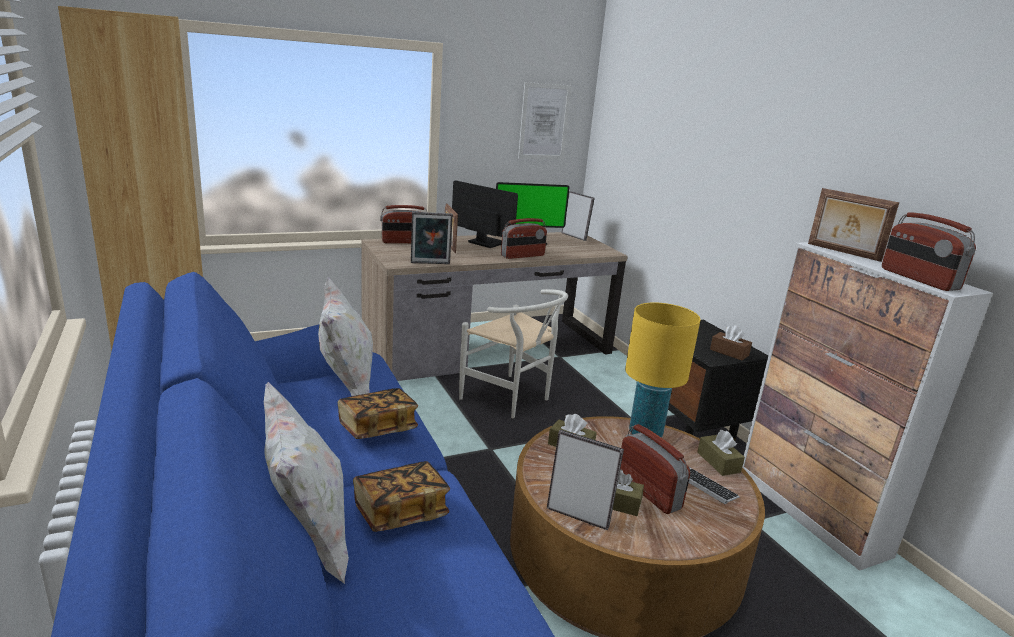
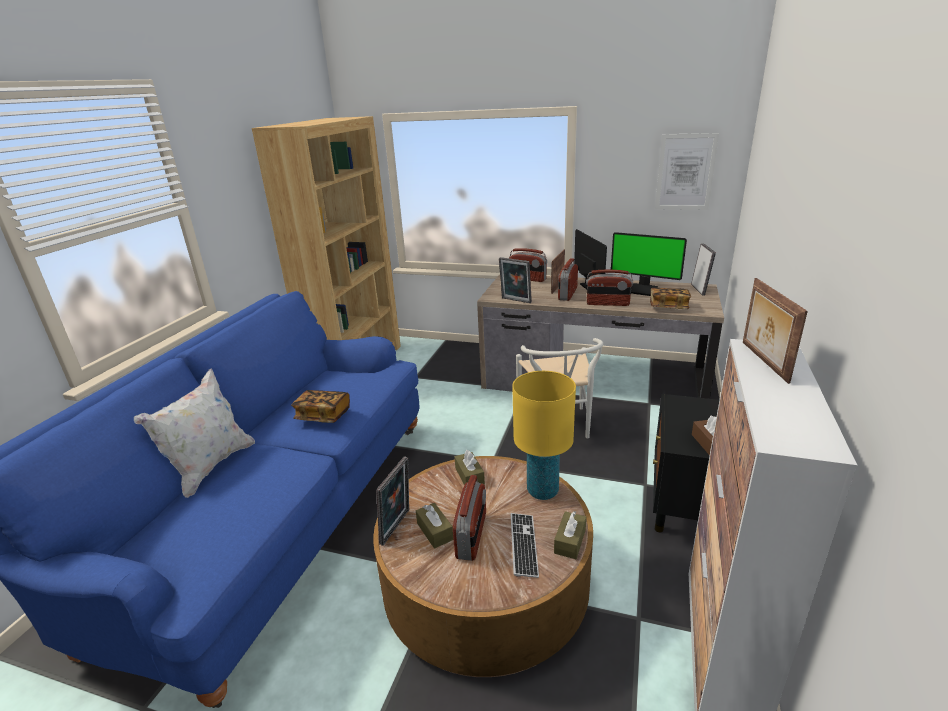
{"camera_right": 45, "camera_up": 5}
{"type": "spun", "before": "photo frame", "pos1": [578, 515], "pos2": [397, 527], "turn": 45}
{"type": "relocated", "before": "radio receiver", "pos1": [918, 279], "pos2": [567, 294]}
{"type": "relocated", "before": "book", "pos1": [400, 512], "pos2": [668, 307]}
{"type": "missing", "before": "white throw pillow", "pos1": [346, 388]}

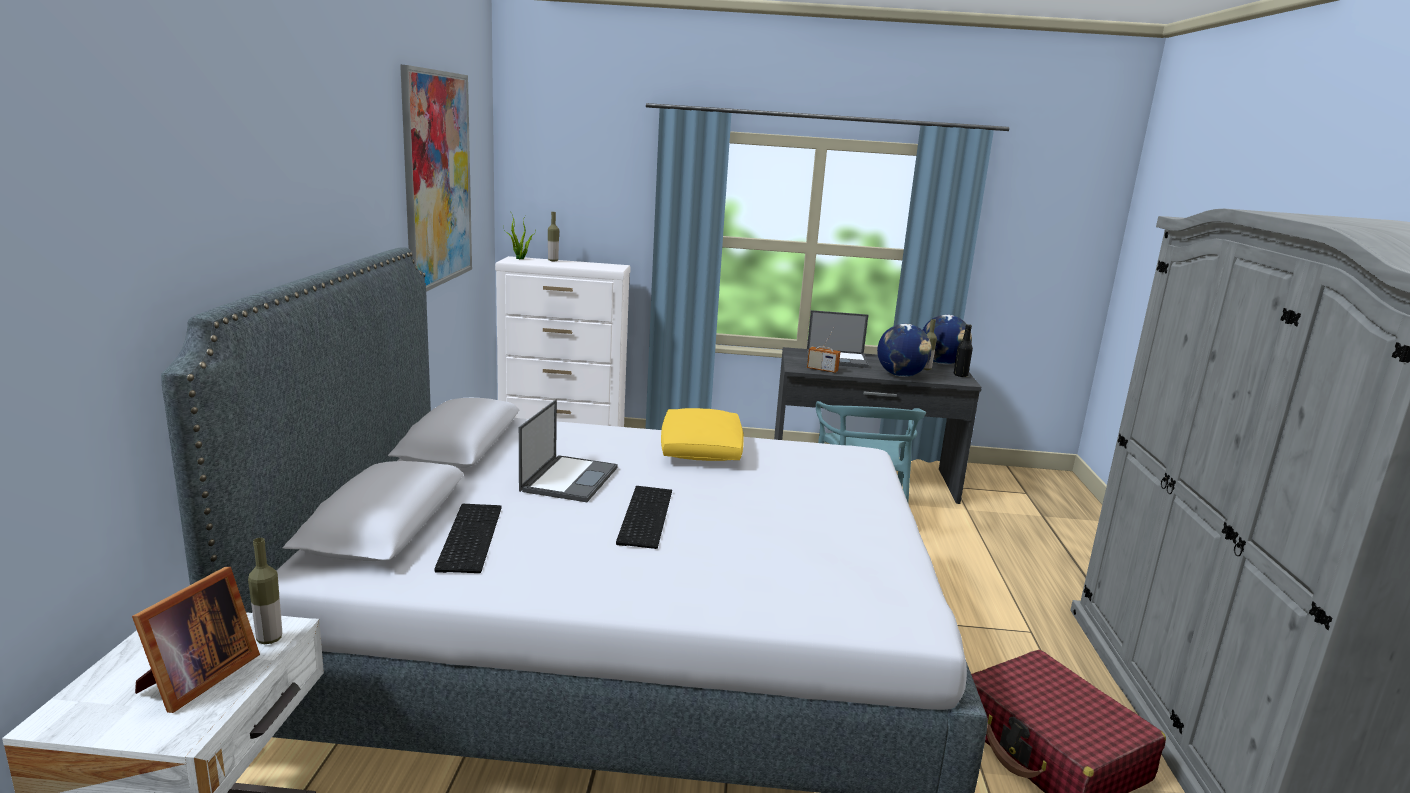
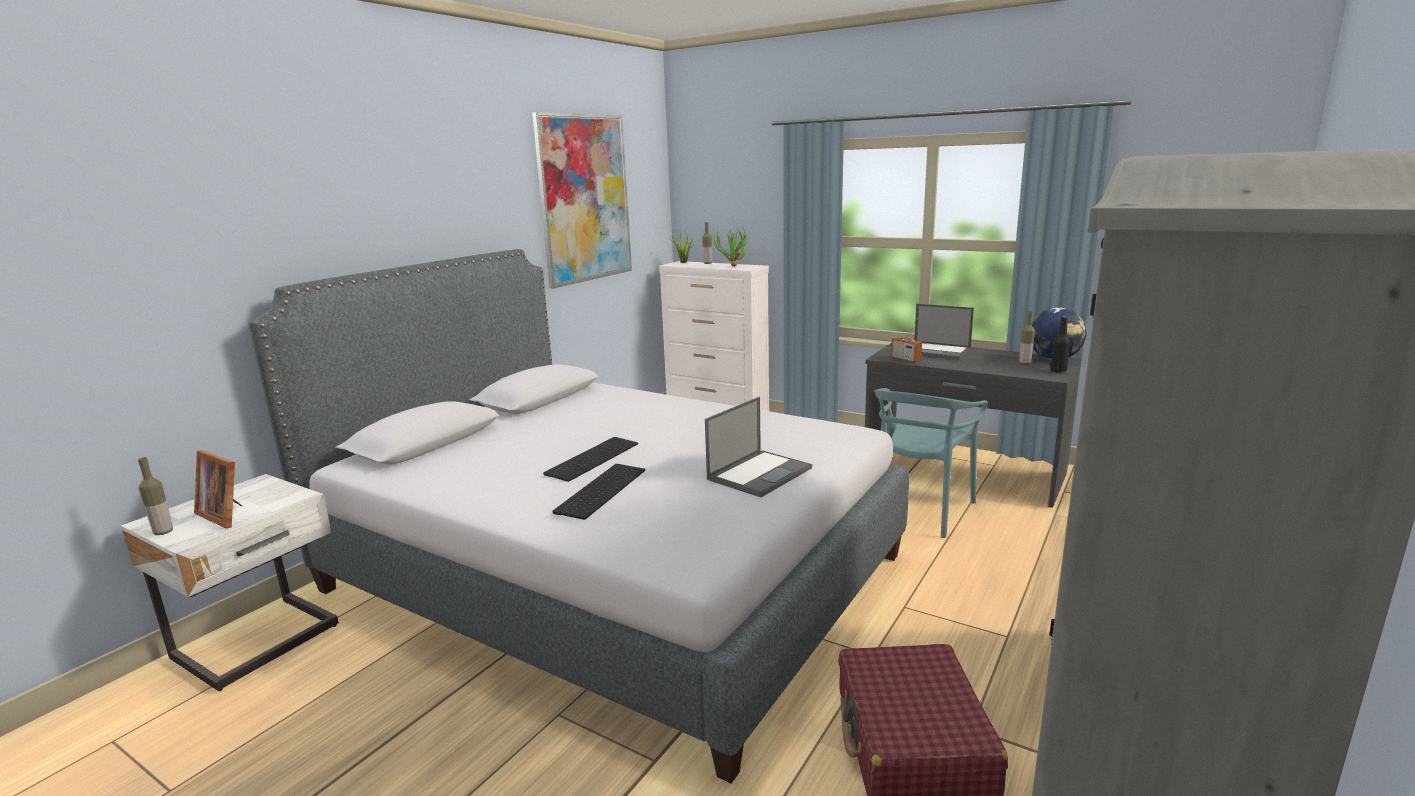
{"camera_right": 30, "camera_up": 0}
{"type": "relocated", "before": "bottle", "pos1": [269, 639], "pos2": [163, 532]}
{"type": "spun", "before": "photo frame", "pos1": [195, 680], "pos2": [226, 514], "turn": 75}
{"type": "relocated", "before": "keyboard", "pos1": [468, 536], "pos2": [600, 490]}
{"type": "relocated", "before": "notebook computer", "pos1": [569, 478], "pos2": [760, 473]}
{"type": "appeared", "after": "potted plant", "pos2": [733, 267]}
{"type": "missing", "before": "yellow throw pillow", "pos1": [701, 449]}
{"type": "missing", "before": "world globe", "pos1": [901, 375]}

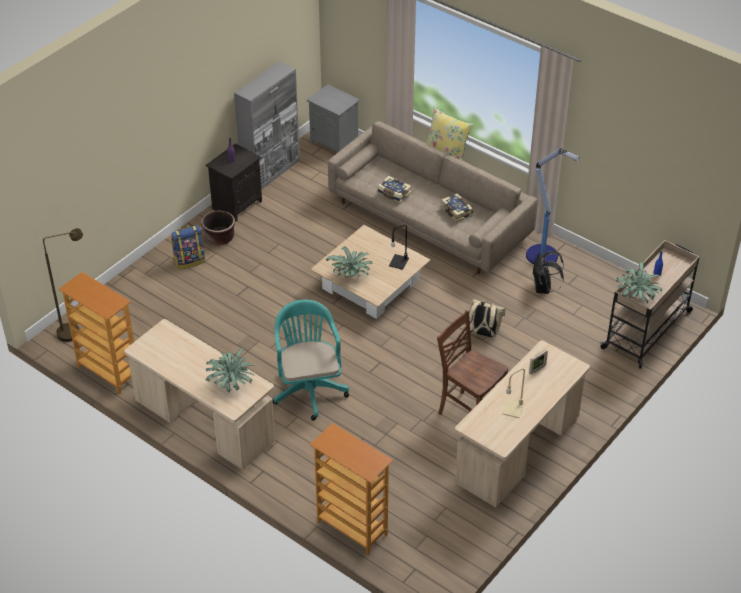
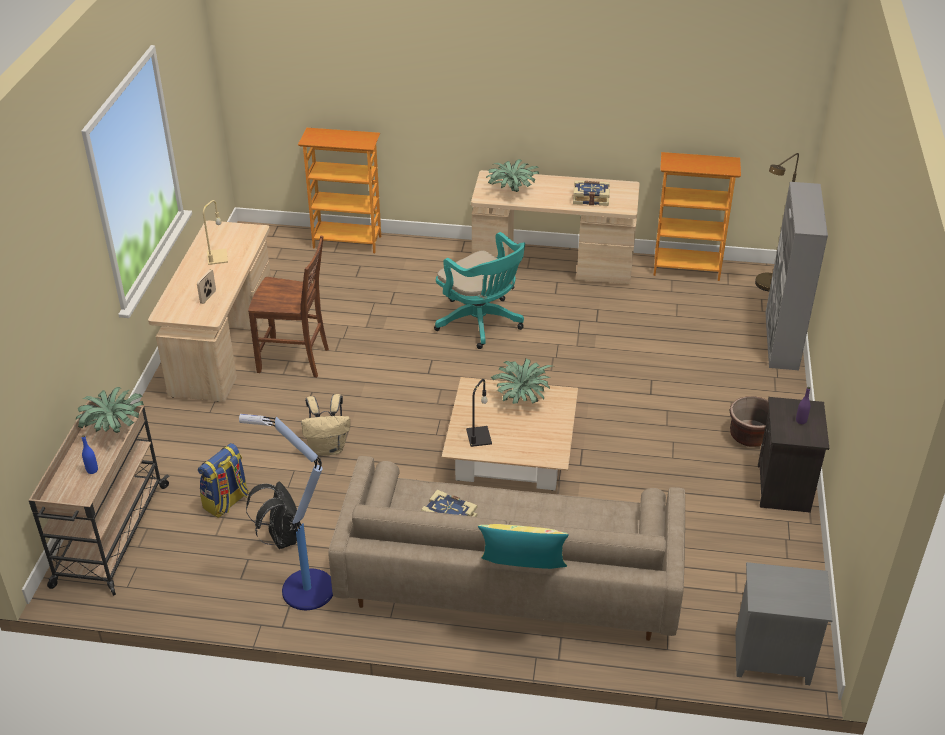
{"camera_right": 150, "camera_up": -5}
{"type": "relocated", "before": "knapsack", "pos1": [189, 260], "pos2": [226, 502]}
{"type": "relocated", "before": "book", "pos1": [393, 194], "pos2": [591, 198]}
{"type": "relocated", "before": "grey storage cabinet", "pos1": [271, 172], "pos2": [781, 341]}

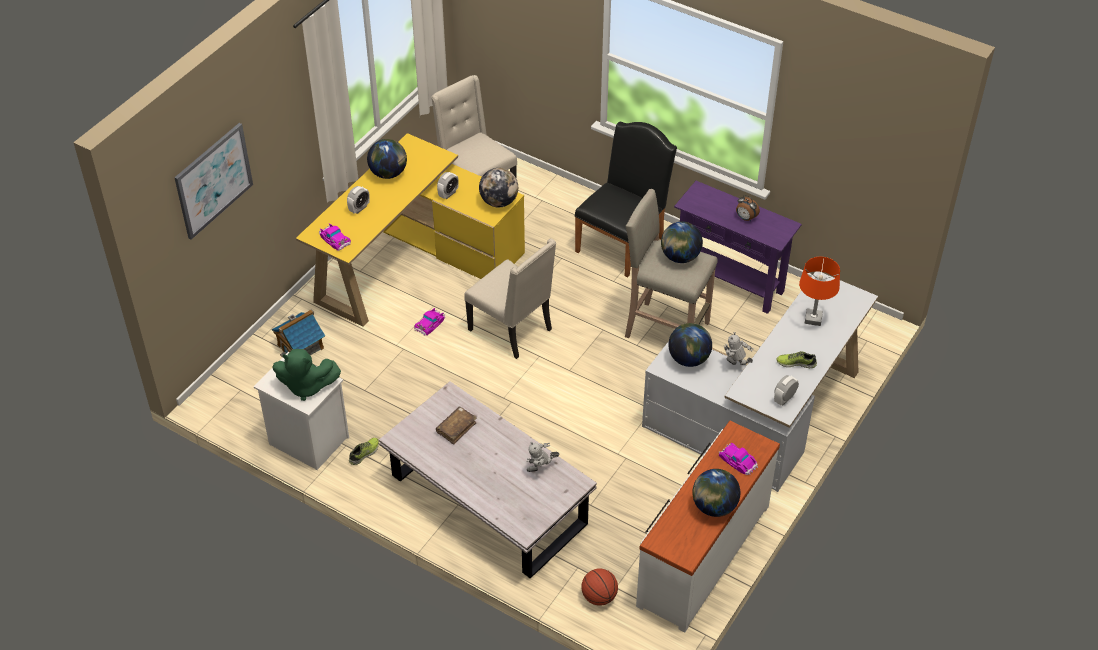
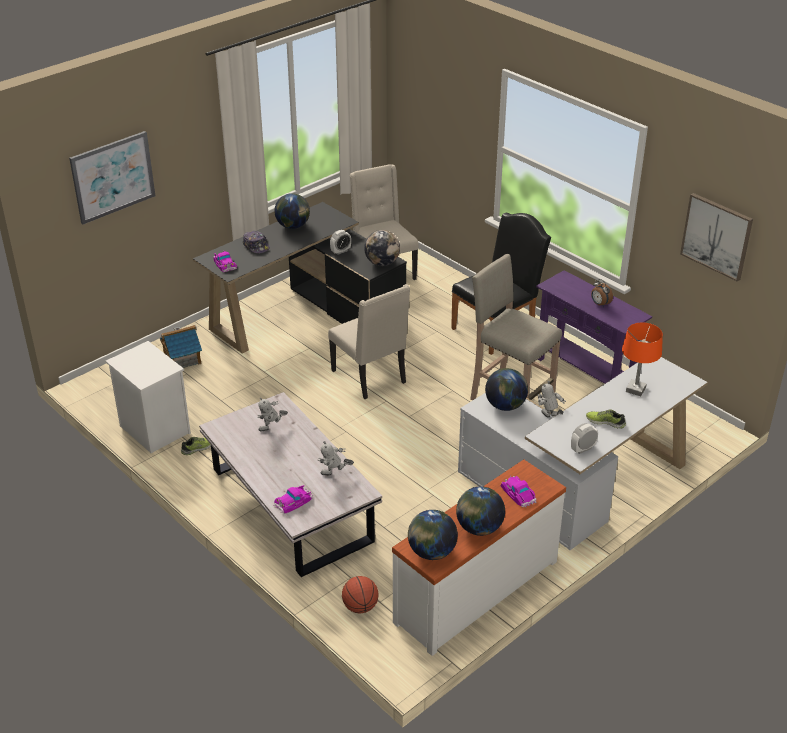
{"camera_right": 15, "camera_up": -10}
{"type": "colour", "before": "yellow desk unit", "after": "black-coloured desk unit", "pos1": [413, 262], "pos2": [306, 314]}
{"type": "exchanged", "before": "bedside clock", "after": "cap", "pos1": [359, 208], "pos2": [256, 246]}
{"type": "exchanged", "before": "brown book", "after": "toy robot", "pos1": [456, 428], "pos2": [272, 429]}
{"type": "relocated", "before": "miniature car", "pos1": [430, 323], "pos2": [293, 501]}
{"type": "relocated", "before": "world globe", "pos1": [680, 257], "pos2": [431, 552]}
{"type": "appeared", "after": "wall art", "pos2": [716, 236]}
{"type": "missing", "before": "greenish soft toy", "pos1": [306, 386]}

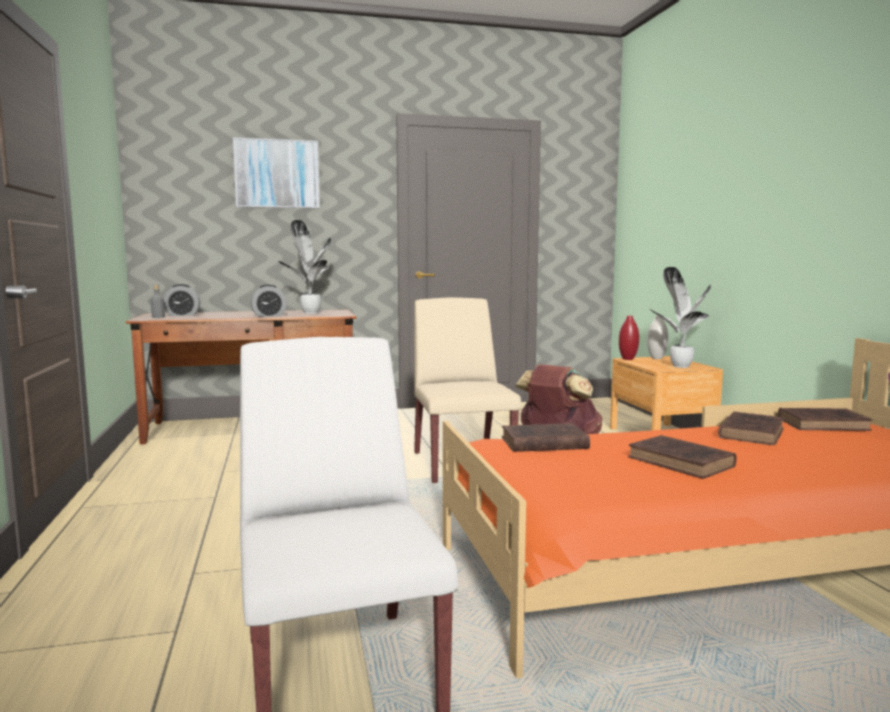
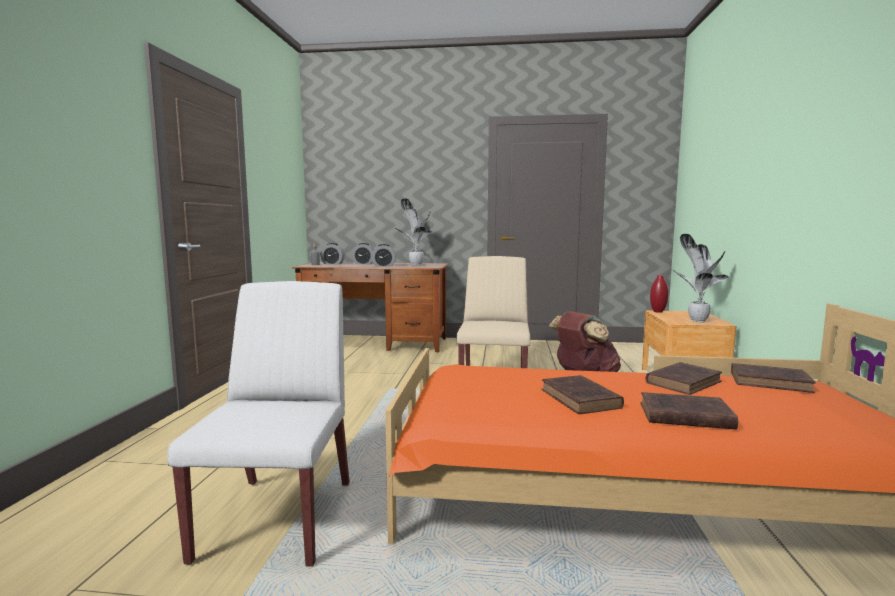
{"camera_right": 20, "camera_up": 0}
{"type": "appeared", "after": "bedside clock", "pos2": [364, 264]}
{"type": "relocated", "before": "brown book", "pos1": [541, 443], "pos2": [682, 416]}
{"type": "missing", "before": "wall art", "pos1": [277, 174]}
{"type": "missing", "before": "white flower vase", "pos1": [656, 358]}

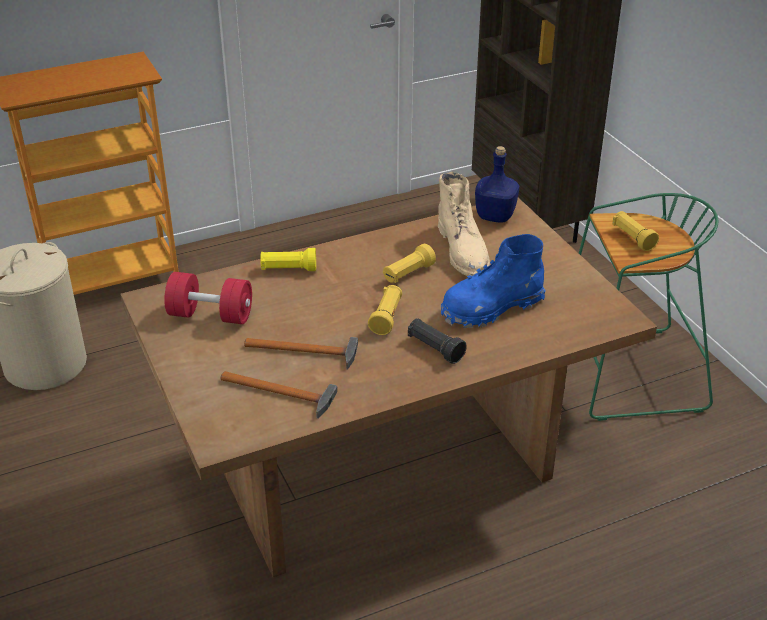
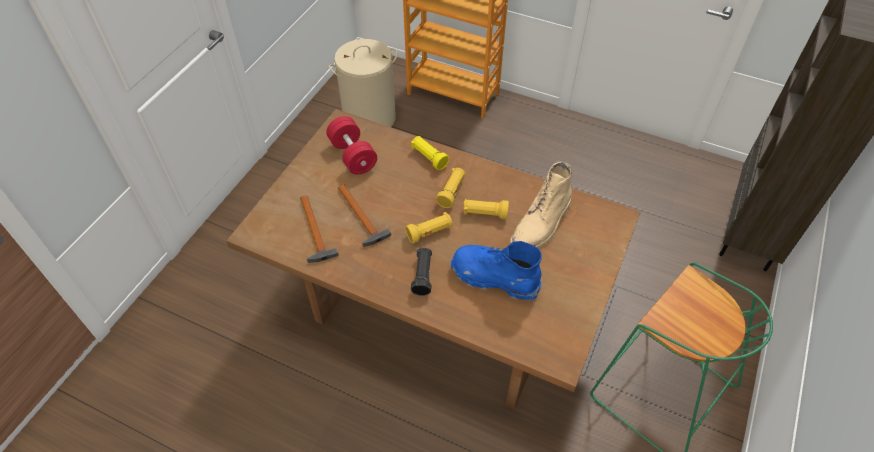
{"camera_right": 50, "camera_up": 15}
{"type": "relocated", "before": "yellow flashlight", "pos1": [632, 238], "pos2": [451, 192]}
{"type": "missing", "before": "bluish bottle", "pos1": [495, 216]}

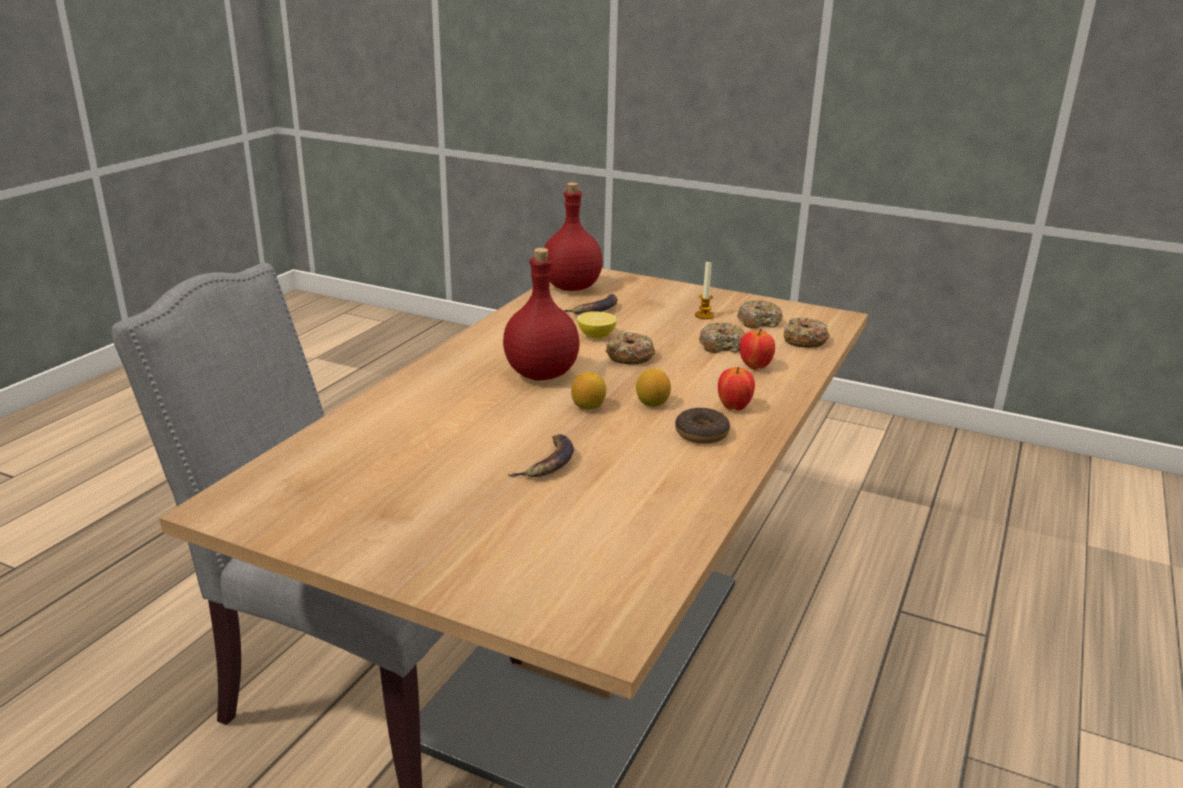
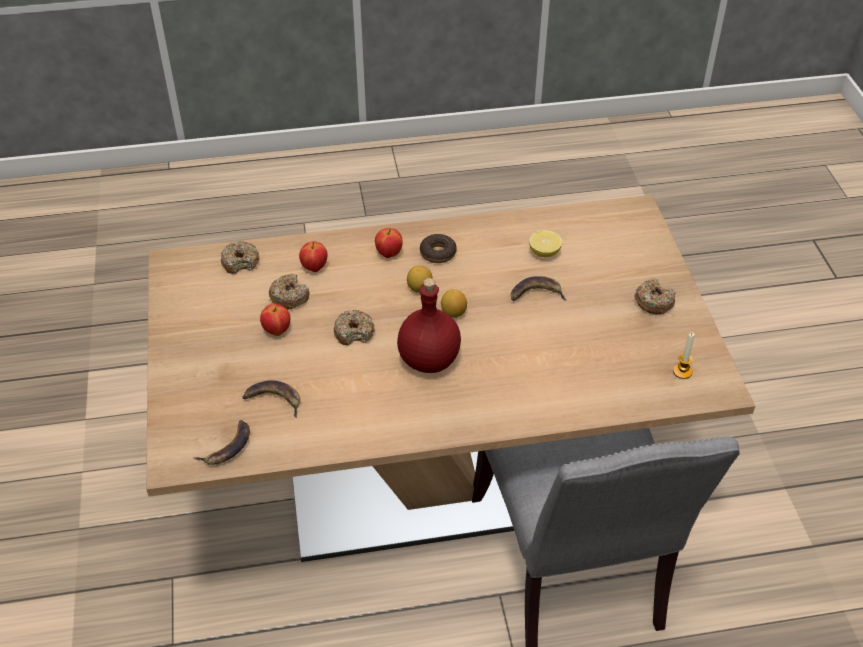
{"camera_right": -125, "camera_up": 20}
{"type": "exchanged", "before": "reddish bottle", "after": "banana", "pos1": [570, 287], "pos2": [228, 447]}
{"type": "appeared", "after": "whole apple", "pos2": [277, 331]}
{"type": "relocated", "before": "lemon", "pos1": [596, 336], "pos2": [544, 252]}
{"type": "relocated", "before": "ring doughnut", "pos1": [759, 322], "pos2": [653, 302]}
{"type": "relocated", "before": "candle", "pos1": [704, 315], "pos2": [682, 371]}

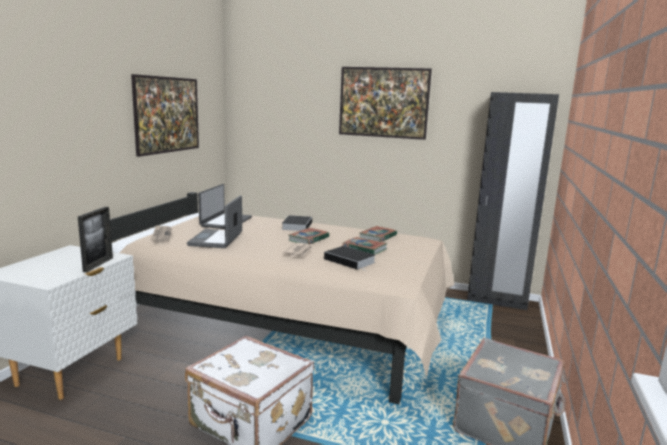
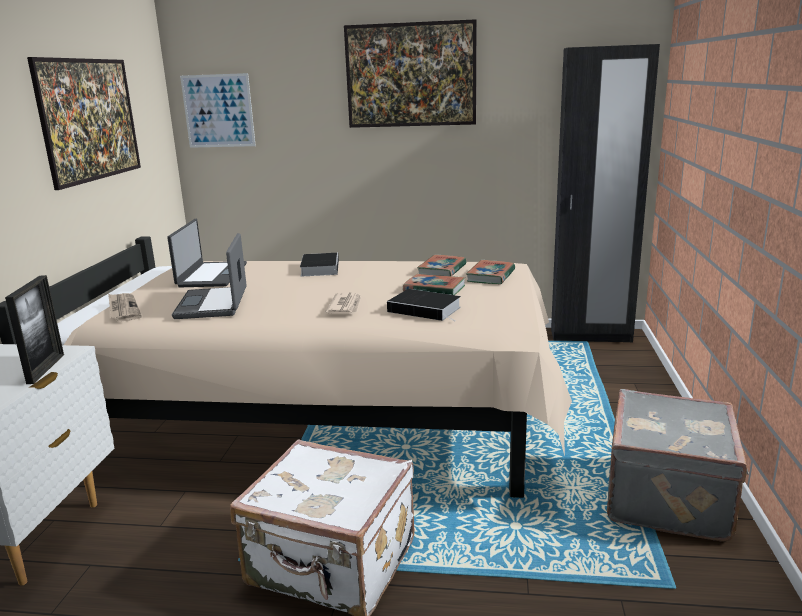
{"camera_right": -10, "camera_up": 5}
{"type": "appeared", "after": "wall art", "pos2": [218, 111]}
{"type": "relocated", "before": "book", "pos1": [308, 239], "pos2": [491, 276]}

